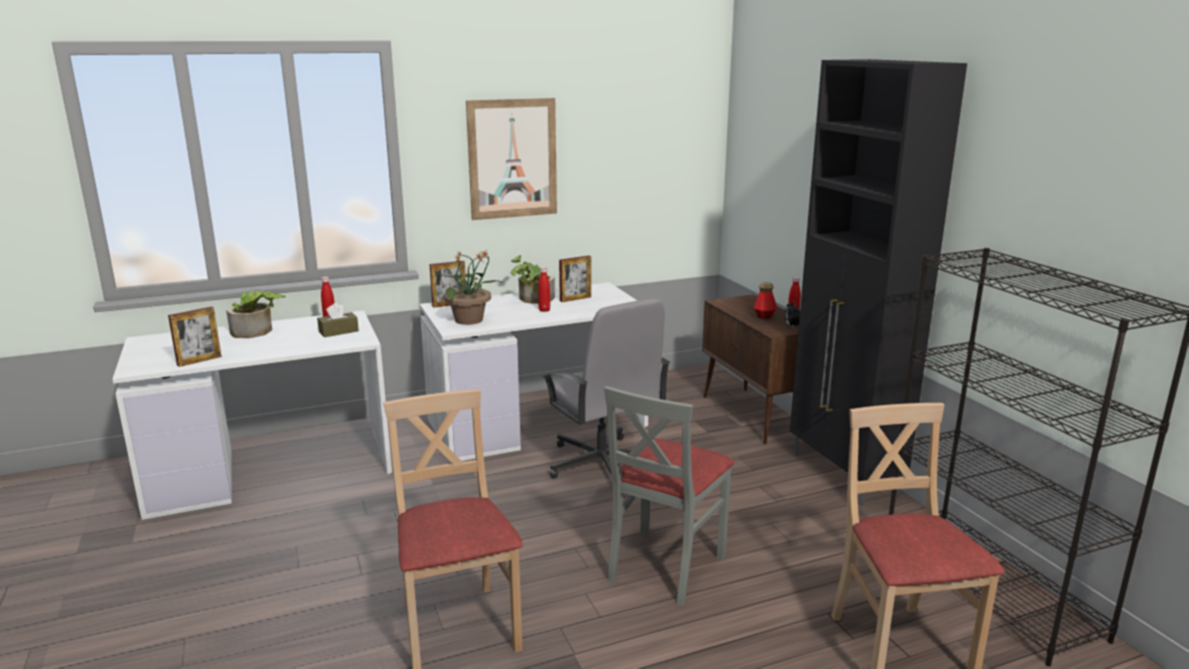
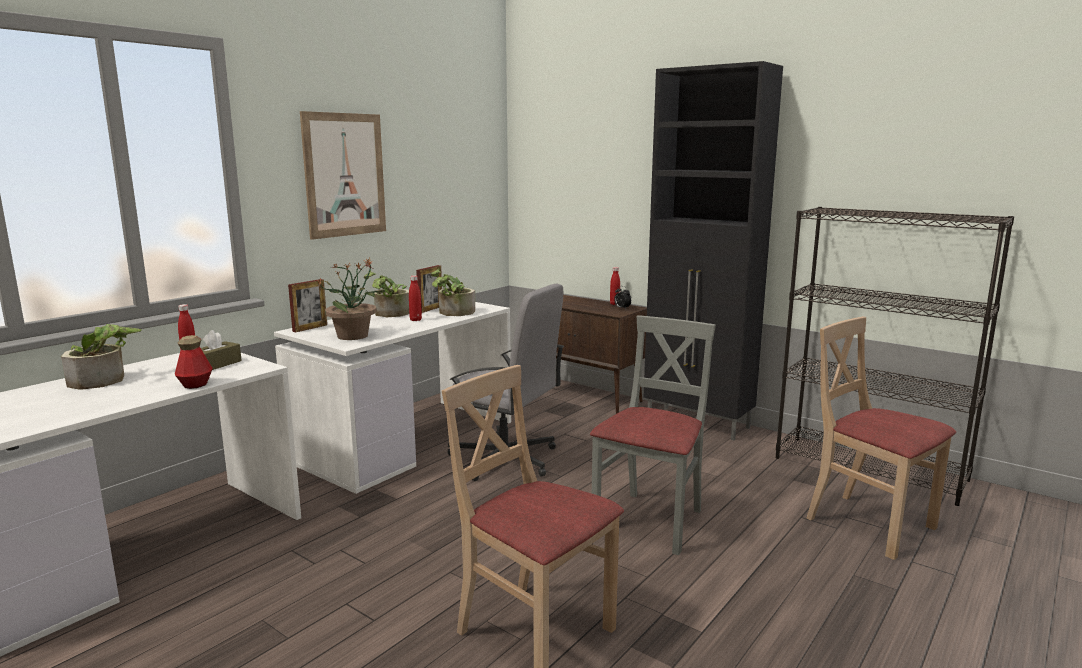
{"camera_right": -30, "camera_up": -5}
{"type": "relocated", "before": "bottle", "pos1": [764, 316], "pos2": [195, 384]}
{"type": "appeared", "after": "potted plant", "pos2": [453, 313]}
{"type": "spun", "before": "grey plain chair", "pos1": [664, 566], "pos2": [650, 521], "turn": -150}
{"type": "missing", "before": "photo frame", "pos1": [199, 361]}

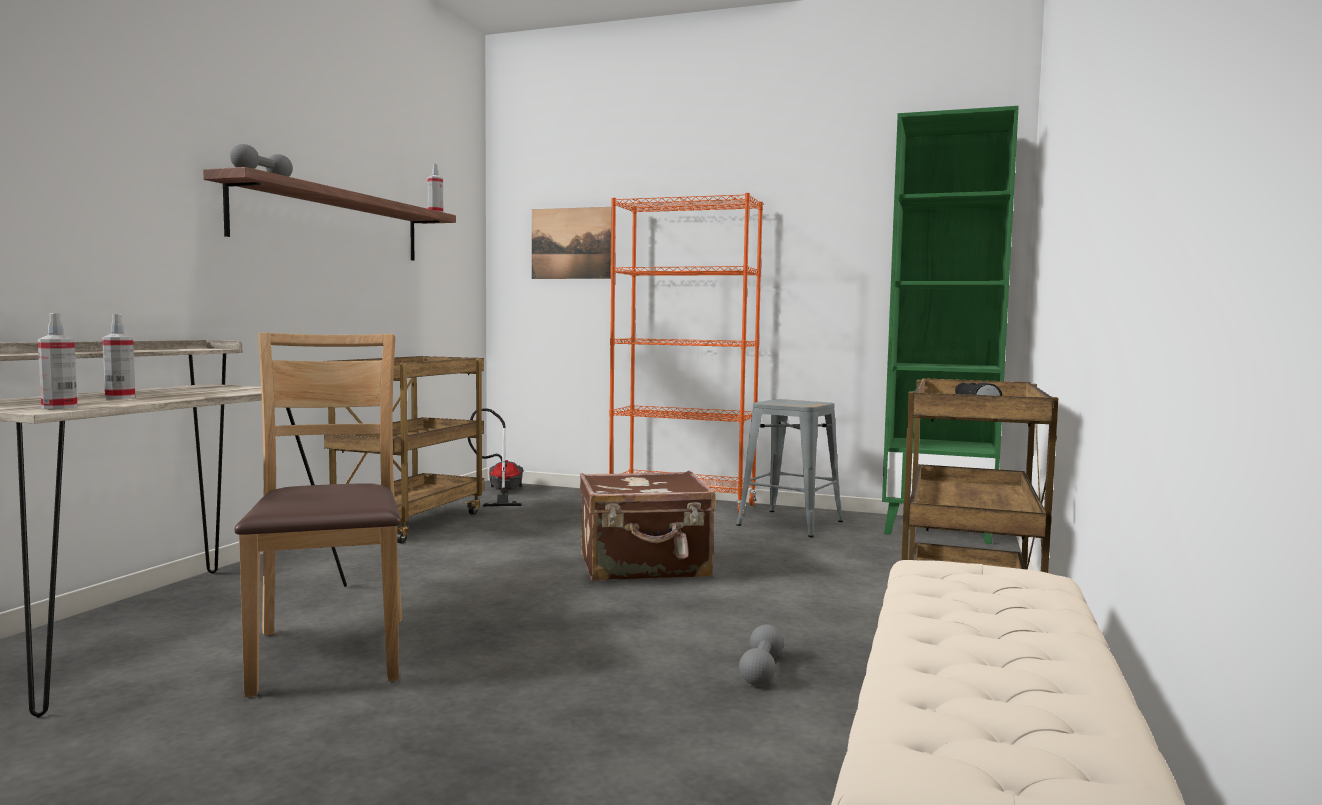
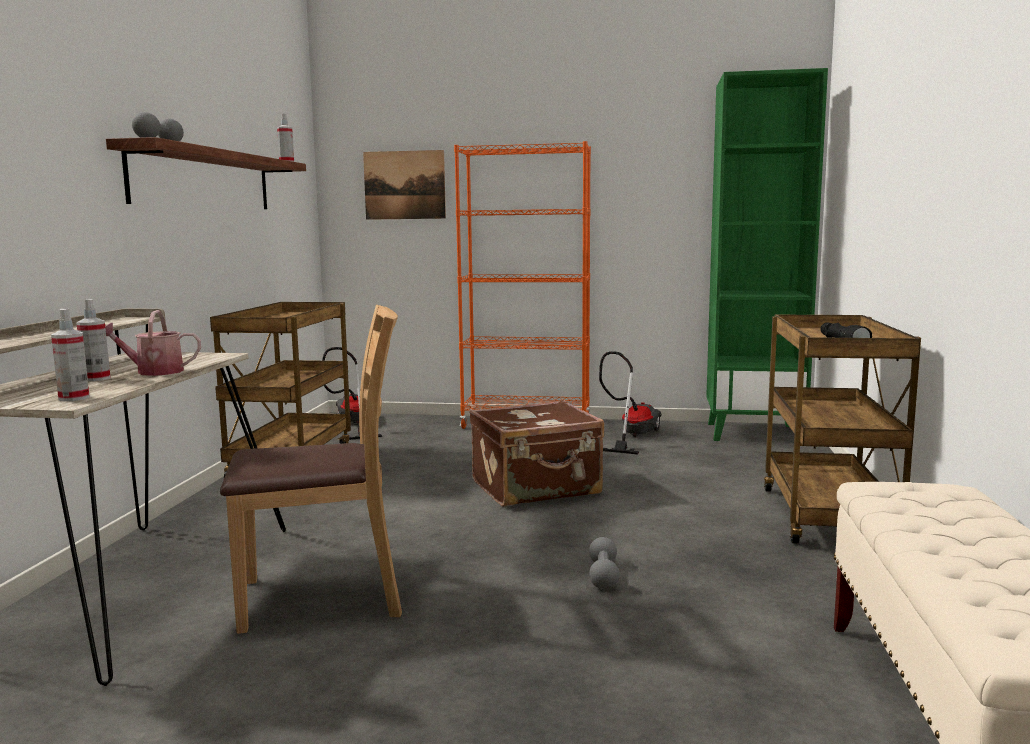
{"camera_right": -10, "camera_up": 5}
{"type": "appeared", "after": "watering pot", "pos2": [153, 372]}
{"type": "spun", "before": "brown plain chair", "pos1": [329, 653], "pos2": [323, 596], "turn": 105}
{"type": "relocated", "before": "grey free weight", "pos1": [761, 670], "pos2": [603, 575]}
{"type": "exchanged", "before": "grey sitting stool", "after": "hoover", "pos1": [790, 523], "pos2": [631, 436]}

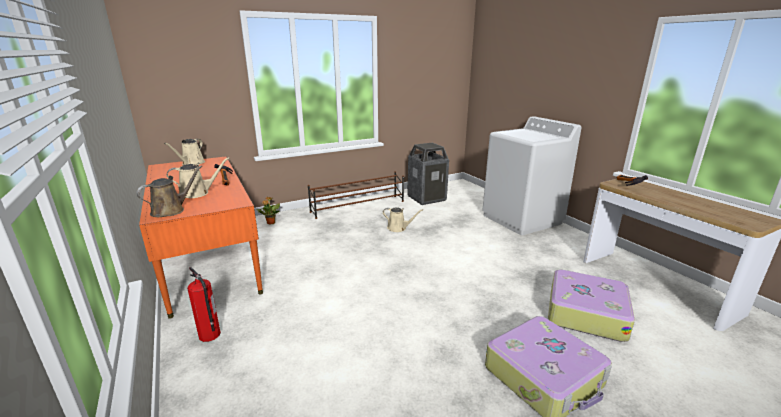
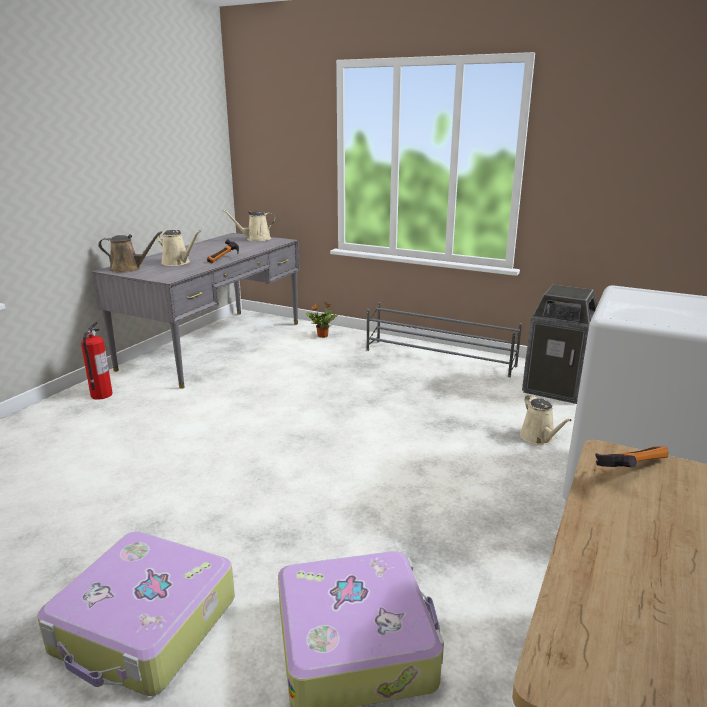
{"camera_right": 55, "camera_up": 0}
{"type": "colour", "before": "orange desk unit", "after": "grey desk unit", "pos1": [209, 261], "pos2": [214, 345]}
{"type": "colour", "before": "brown shoe shelf", "after": "grey shoe shelf", "pos1": [358, 206], "pos2": [439, 358]}
{"type": "relocated", "before": "beige watering pot", "pos1": [398, 228], "pos2": [539, 438]}

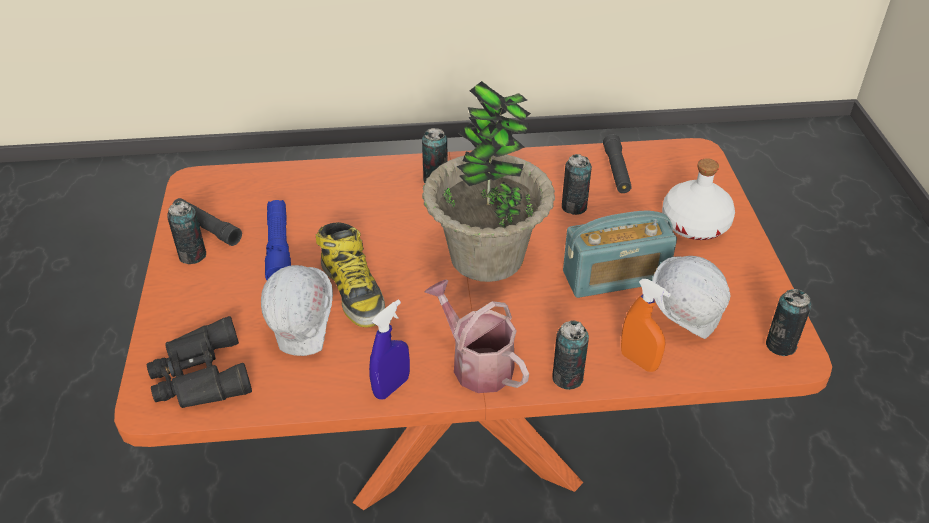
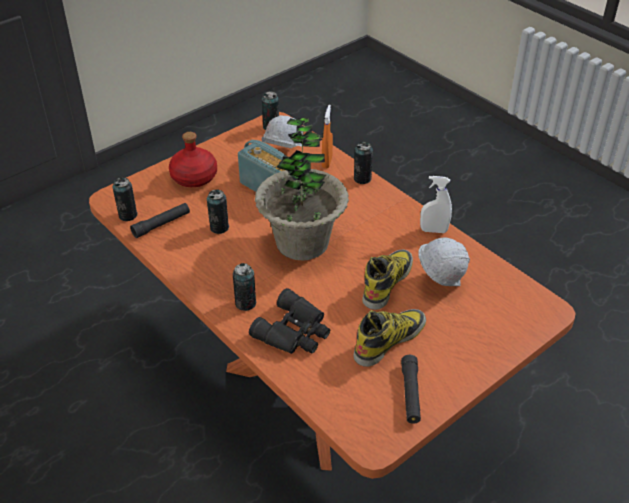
{"camera_right": -125, "camera_up": 0}
{"type": "relocated", "before": "can", "pos1": [192, 255], "pos2": [128, 215]}
{"type": "colour", "before": "white bottle", "after": "reddish bottle", "pos1": [695, 224], "pos2": [194, 177]}
{"type": "relocated", "before": "black-coloured field glasses", "pos1": [199, 376], "pos2": [295, 332]}
{"type": "exchanged", "before": "bluish flashlight", "after": "high-top boot", "pos1": [279, 248], "pos2": [389, 340]}
{"type": "colour", "before": "bluish spray bottle", "after": "white spray bottle", "pos1": [391, 387], "pos2": [433, 230]}
{"type": "missing", "before": "watering pot", "pos1": [476, 363]}

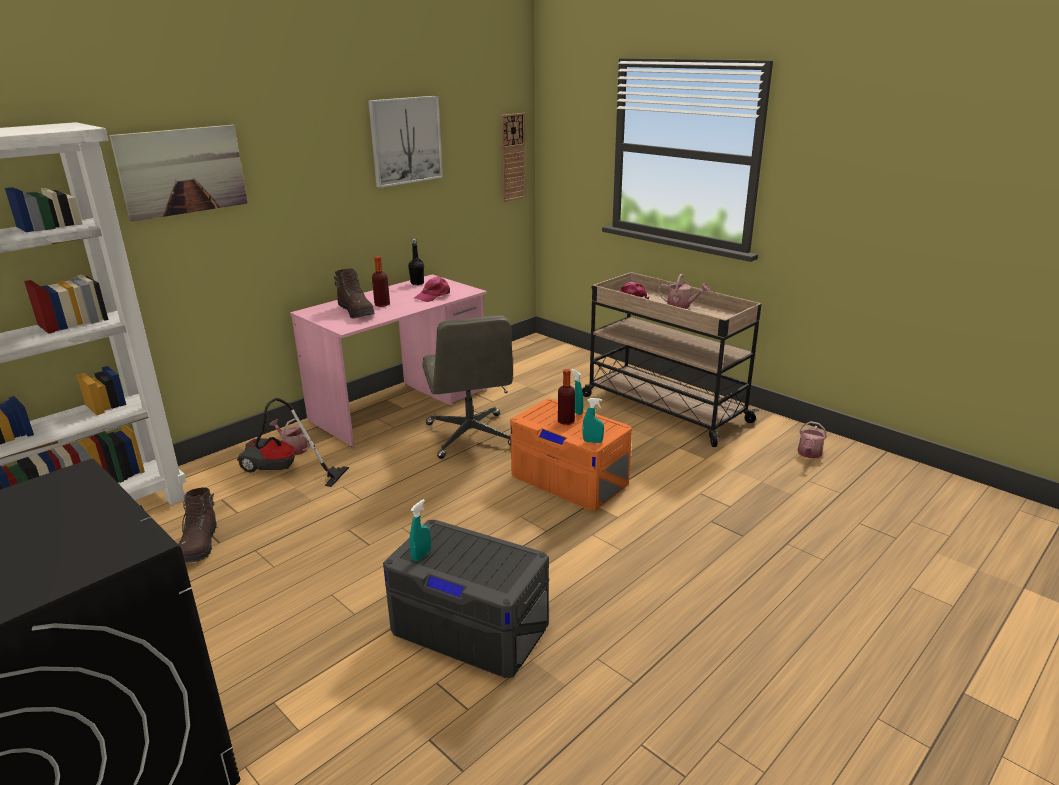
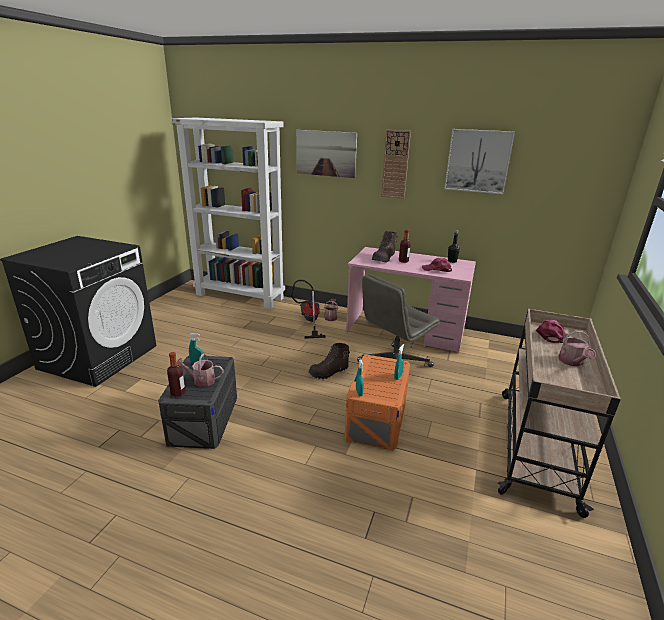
{"camera_right": 65, "camera_up": 0}
{"type": "relocated", "before": "bottle", "pos1": [566, 421], "pos2": [178, 393]}
{"type": "relocated", "before": "watering pot", "pos1": [808, 454], "pos2": [201, 380]}
{"type": "relocated", "before": "brown high-top boot", "pos1": [199, 545], "pos2": [329, 372]}
{"type": "relocated", "before": "wall clock", "pos1": [512, 157], "pos2": [395, 164]}

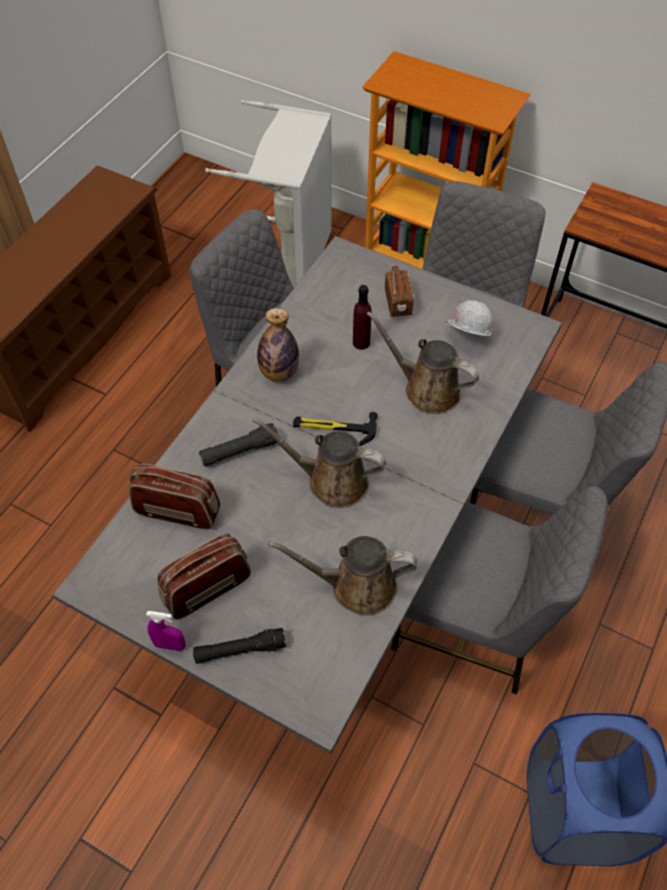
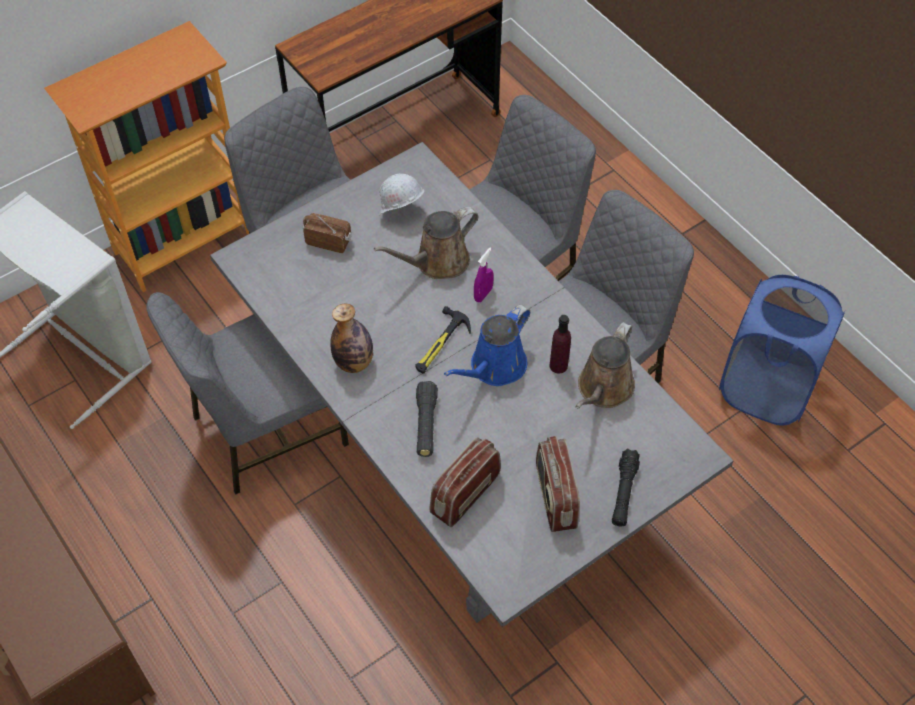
{"camera_right": -65, "camera_up": 0}
{"type": "colour", "before": "brown watering pot", "after": "bluish watering pot", "pos1": [331, 480], "pos2": [494, 367]}
{"type": "relocated", "before": "purple spray bottle", "pos1": [170, 645], "pos2": [483, 294]}
{"type": "relocated", "before": "purple bottle", "pos1": [361, 343], "pos2": [558, 365]}

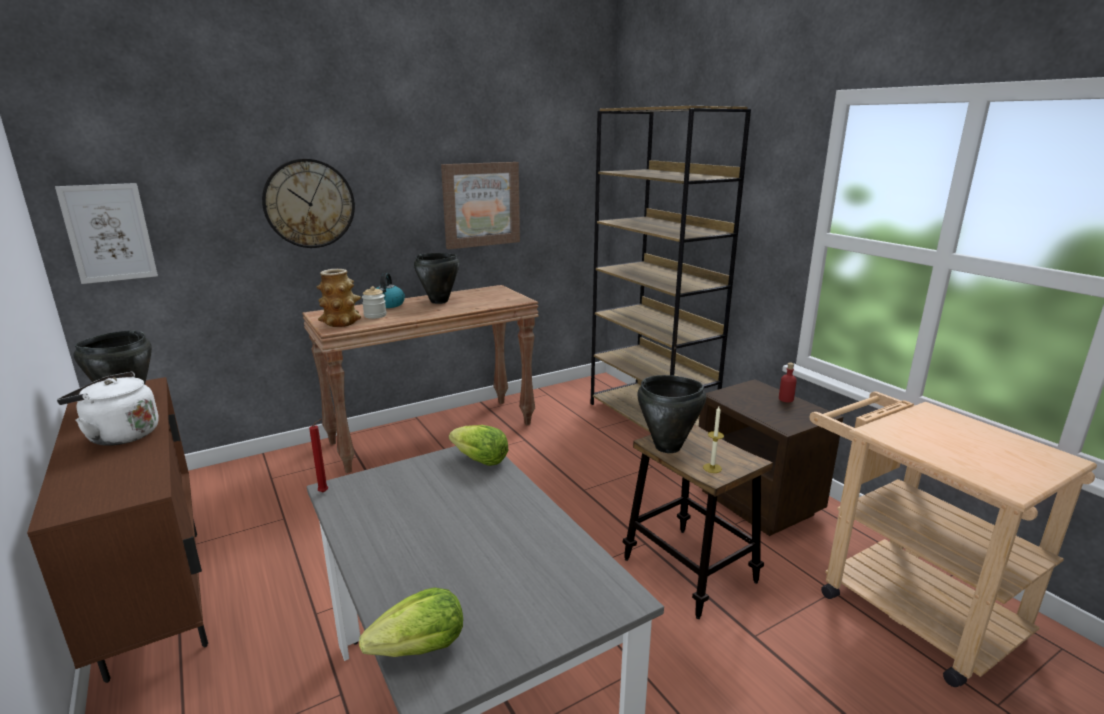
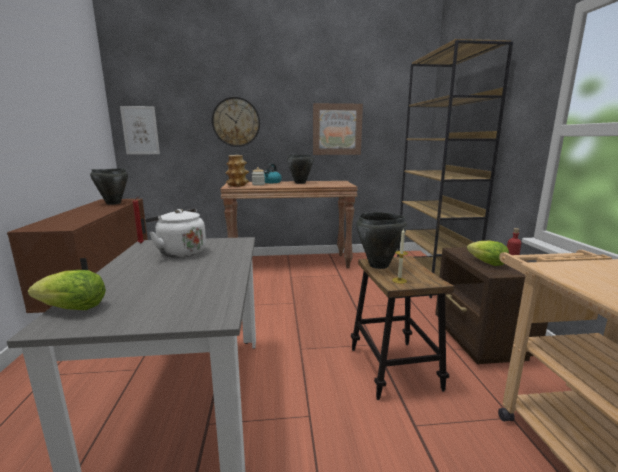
{"camera_right": 25, "camera_up": -5}
{"type": "relocated", "before": "white kettle", "pos1": [119, 435], "pos2": [180, 252]}
{"type": "relocated", "before": "head of lettuce", "pos1": [480, 461], "pos2": [487, 263]}

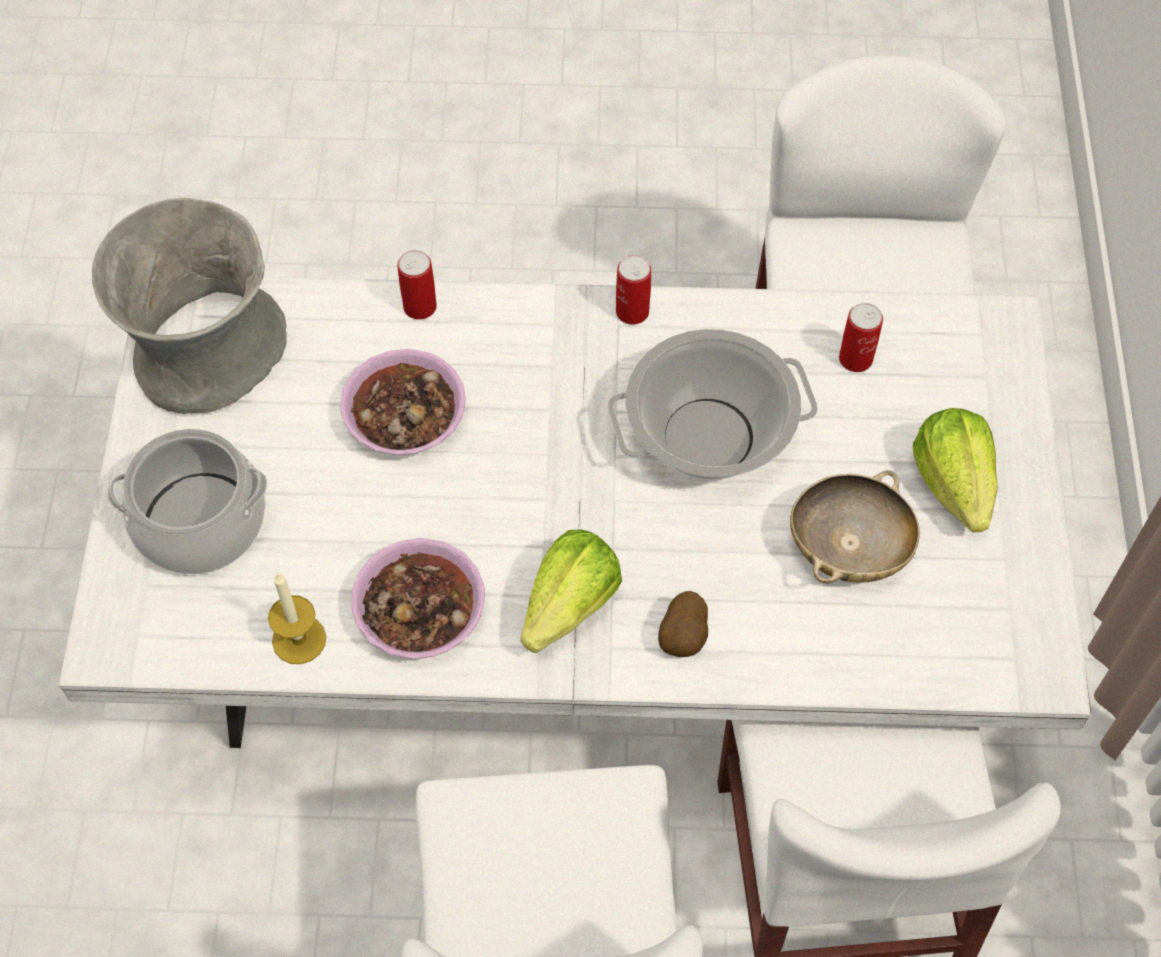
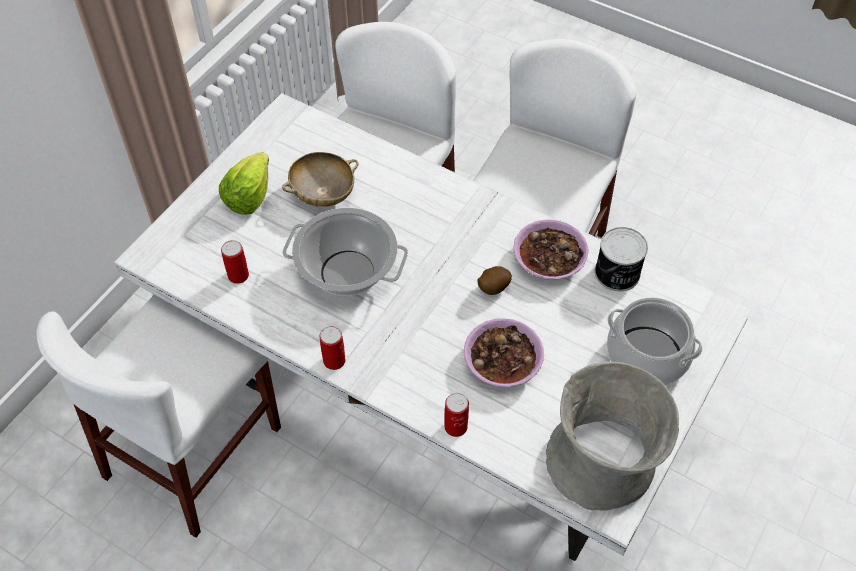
{"camera_right": -150, "camera_up": -5}
{"type": "relocated", "before": "potato", "pos1": [684, 638], "pos2": [492, 288]}
{"type": "exchanged", "before": "candle", "after": "can", "pos1": [299, 639], "pos2": [617, 274]}
{"type": "missing", "before": "head of lettuce", "pos1": [570, 606]}

